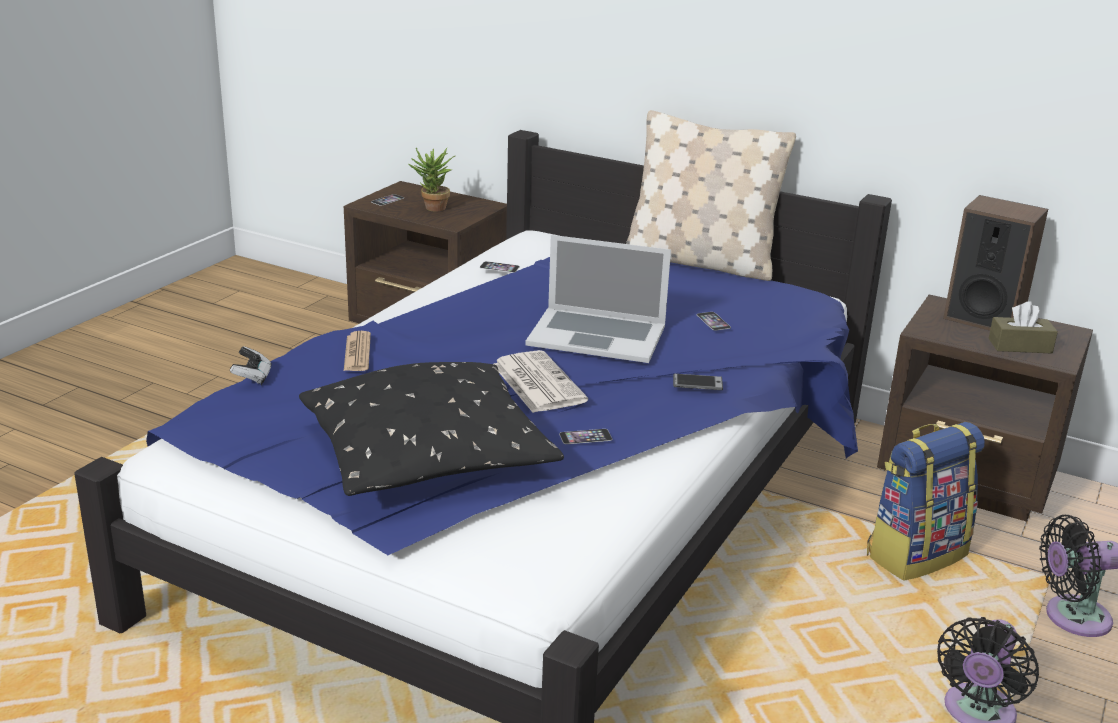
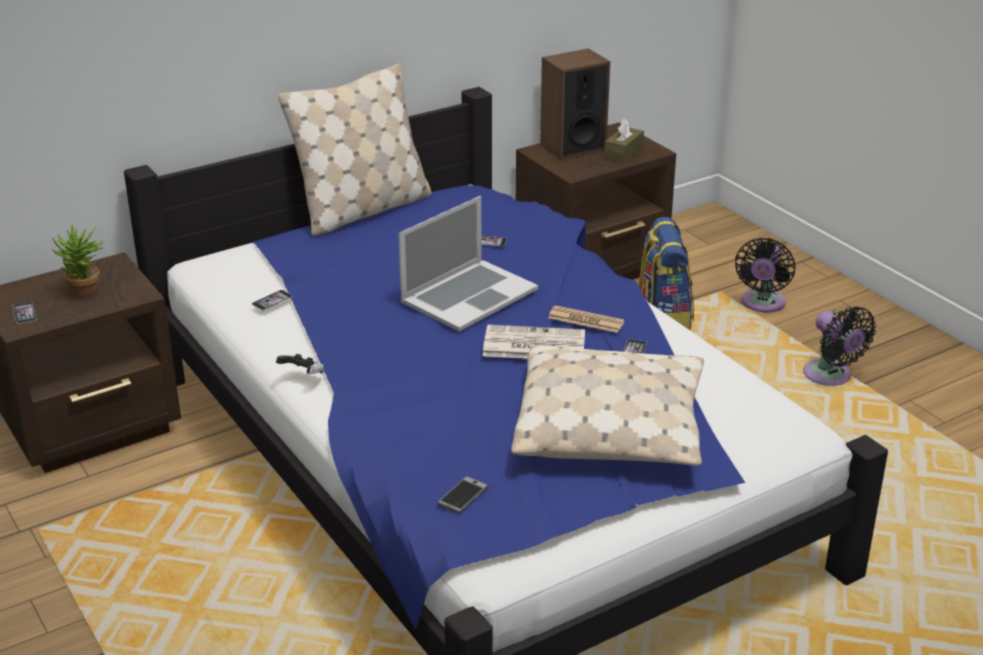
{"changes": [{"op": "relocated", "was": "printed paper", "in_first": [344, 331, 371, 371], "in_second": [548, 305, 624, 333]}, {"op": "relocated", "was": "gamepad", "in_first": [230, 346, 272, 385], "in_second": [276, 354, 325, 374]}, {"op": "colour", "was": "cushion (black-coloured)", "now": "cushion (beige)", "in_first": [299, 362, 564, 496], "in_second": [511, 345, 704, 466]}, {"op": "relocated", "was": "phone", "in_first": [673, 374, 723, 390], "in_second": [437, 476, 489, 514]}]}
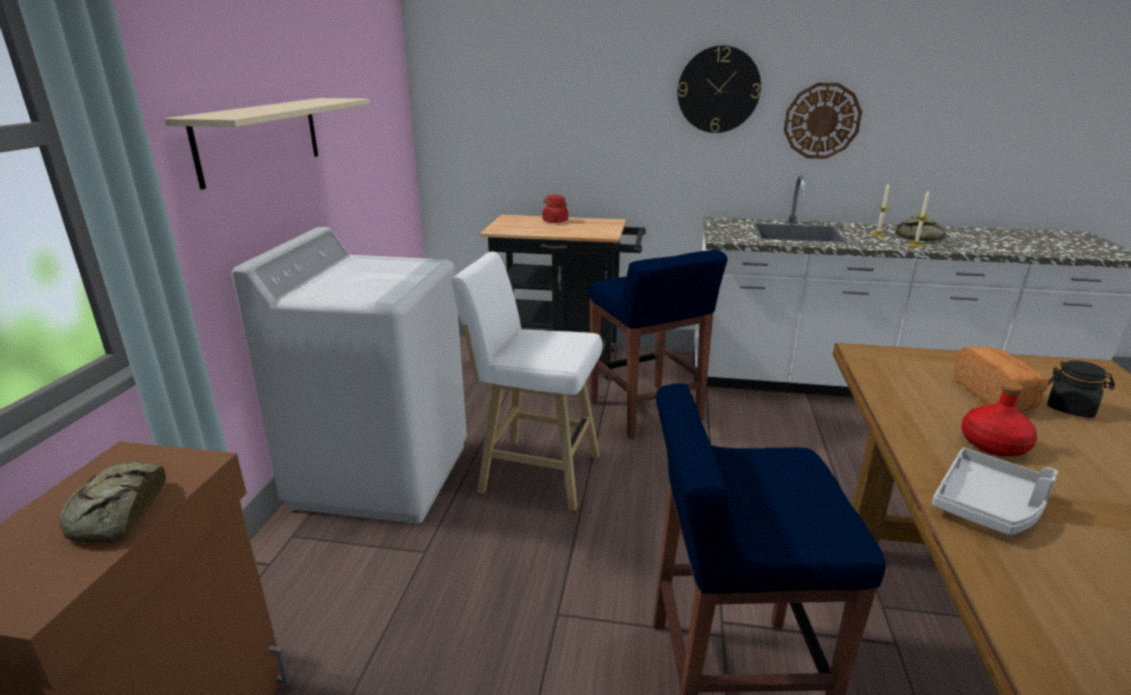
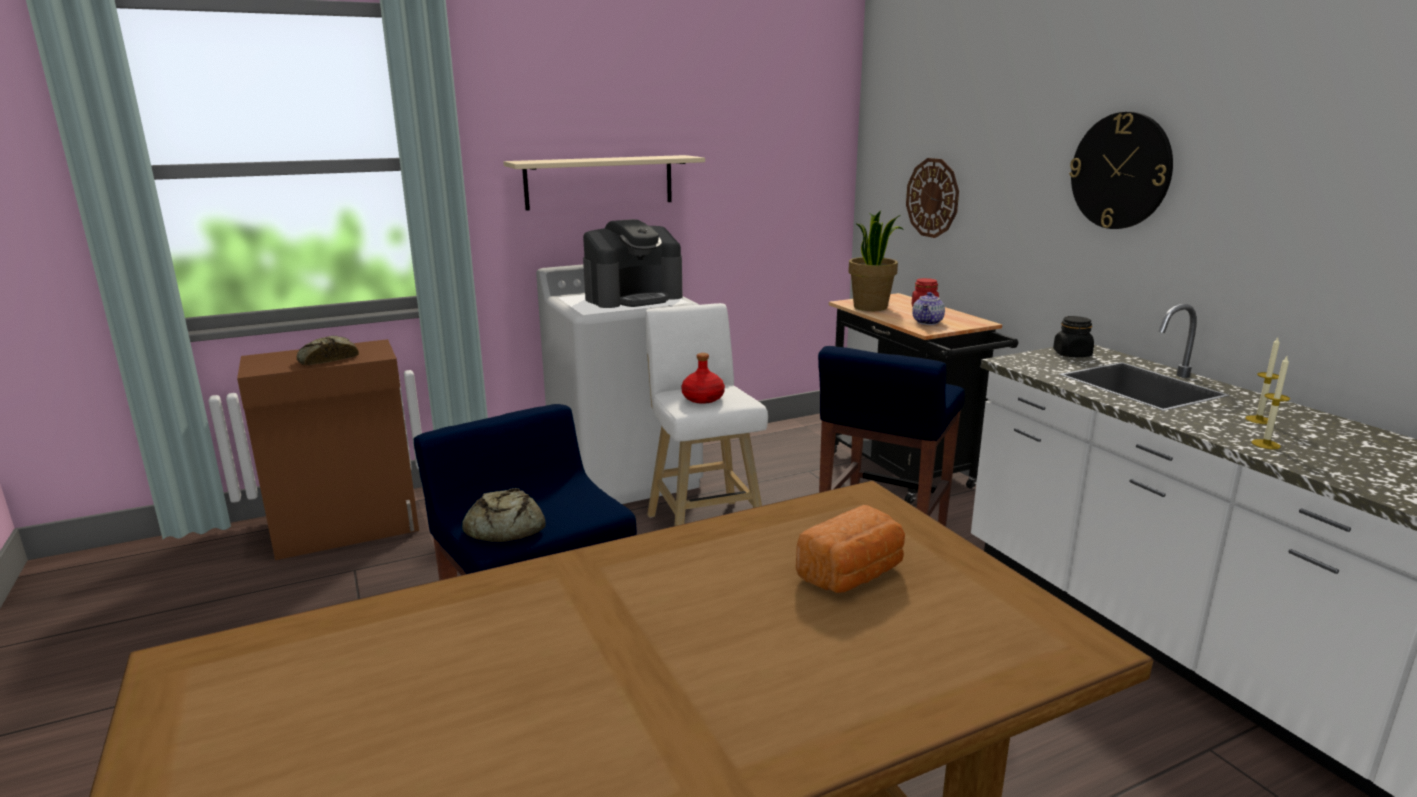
{"changes": [{"op": "relocated", "was": "hanging clock", "in_first": [784, 83, 862, 159], "in_second": [906, 158, 959, 238]}, {"op": "relocated", "was": "bread", "in_first": [896, 216, 946, 241], "in_second": [462, 488, 546, 542]}, {"op": "relocated", "was": "storage jar (black-coloured)", "in_first": [1047, 361, 1115, 418], "in_second": [1053, 316, 1094, 357]}, {"op": "relocated", "was": "bottle (reddish)", "in_first": [961, 381, 1037, 457], "in_second": [681, 353, 725, 404]}, {"op": "missing", "was": "carrying tray (greyish)", "in_first": [932, 448, 1058, 535]}, {"op": "appeared", "now": "potted plant", "in_second": [849, 210, 904, 311]}, {"op": "appeared", "now": "coffee brewer", "in_second": [583, 219, 682, 308]}, {"op": "appeared", "now": "tea pot", "in_second": [912, 292, 945, 325]}]}
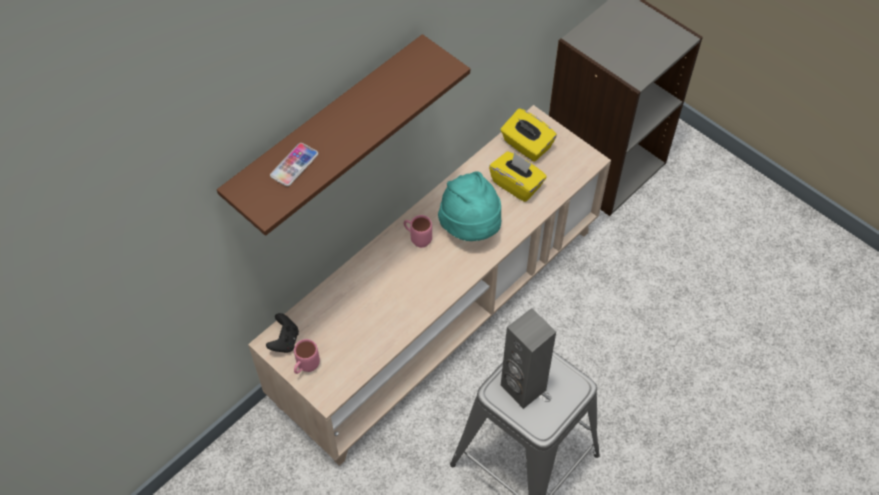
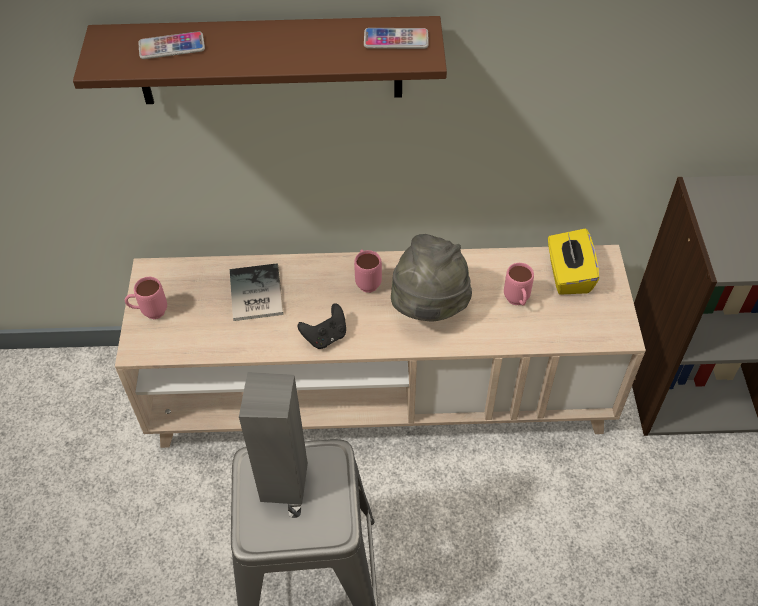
{"changes": [{"op": "exchanged", "was": "box of tissues (yellow)", "now": "tea mug (pink)", "in_first": [489, 152, 547, 202], "in_second": [504, 263, 534, 305]}, {"op": "colour", "was": "clothing hat (blue-green)", "now": "clothing hat (greyish)", "in_first": [438, 171, 501, 241], "in_second": [391, 234, 472, 322]}, {"op": "relocated", "was": "gamepad (black-coloured)", "in_first": [266, 313, 299, 353], "in_second": [297, 303, 346, 349]}, {"op": "appeared", "now": "phone", "in_second": [364, 28, 428, 49]}, {"op": "appeared", "now": "volume", "in_second": [230, 263, 284, 321]}]}
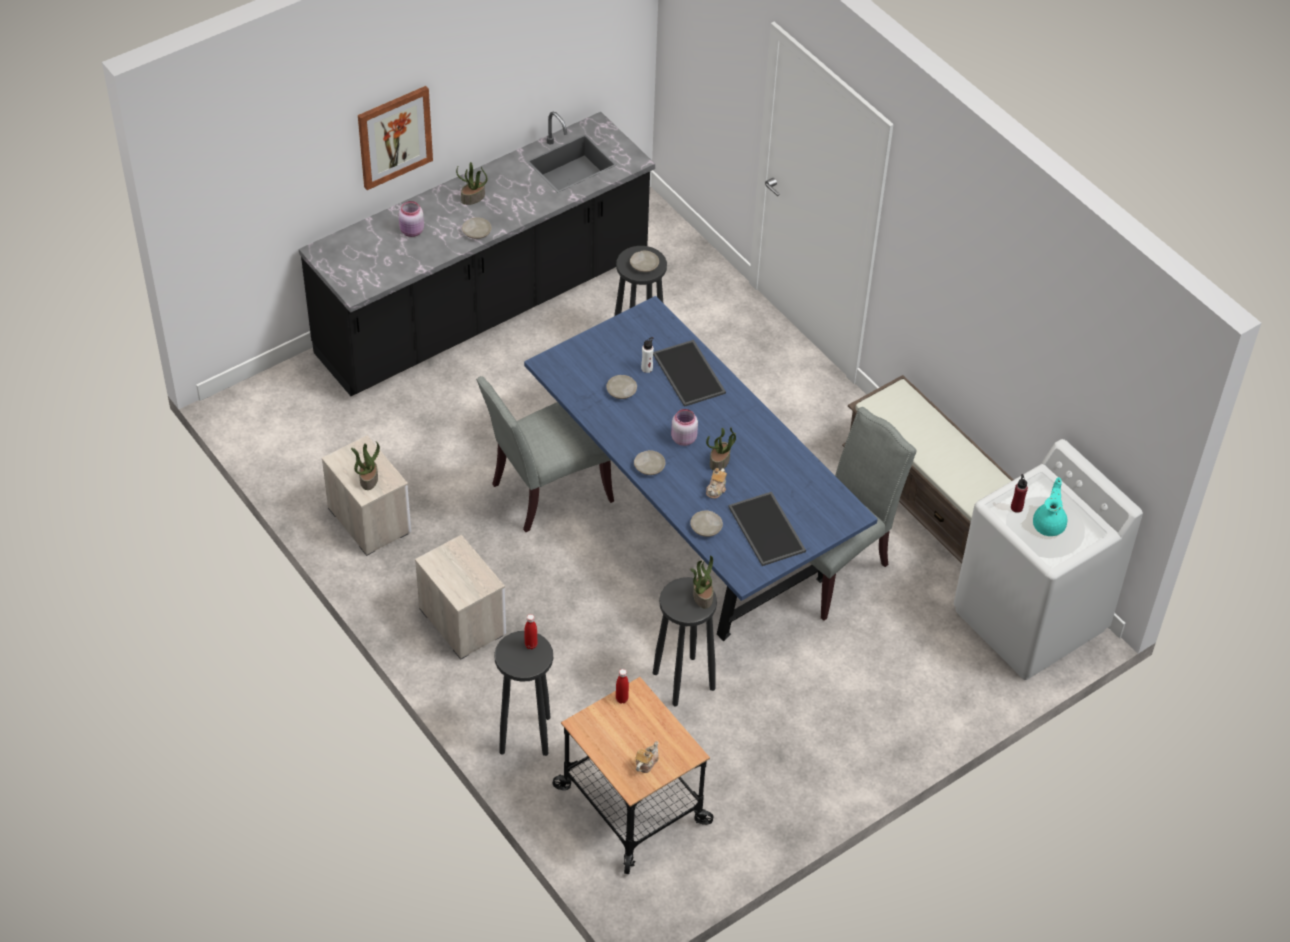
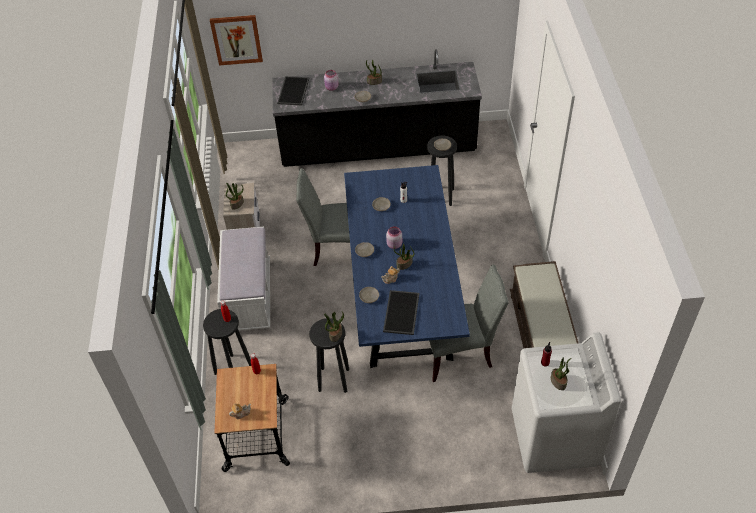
{"changes": [{"op": "relocated", "was": "picture", "in_first": [358, 86, 433, 190], "in_second": [210, 15, 263, 65]}, {"op": "relocated", "was": "carrying tray", "in_first": [653, 340, 726, 407], "in_second": [277, 76, 309, 105]}, {"op": "exchanged", "was": "tea pot (blue-green)", "now": "potted plant", "in_first": [1033, 477, 1067, 536], "in_second": [551, 357, 572, 390]}, {"op": "exchanged", "was": "nightstand", "now": "bench (whitish)", "in_first": [415, 535, 506, 660], "in_second": [217, 227, 270, 331]}]}
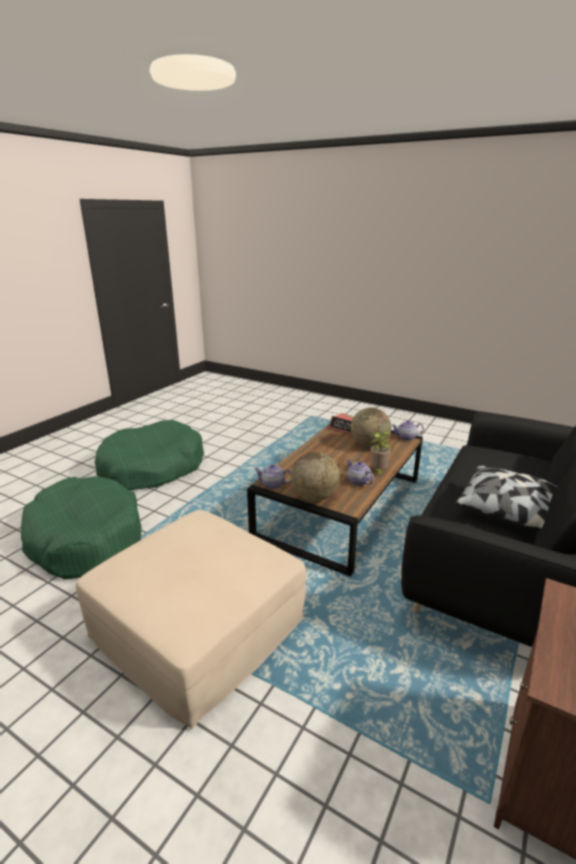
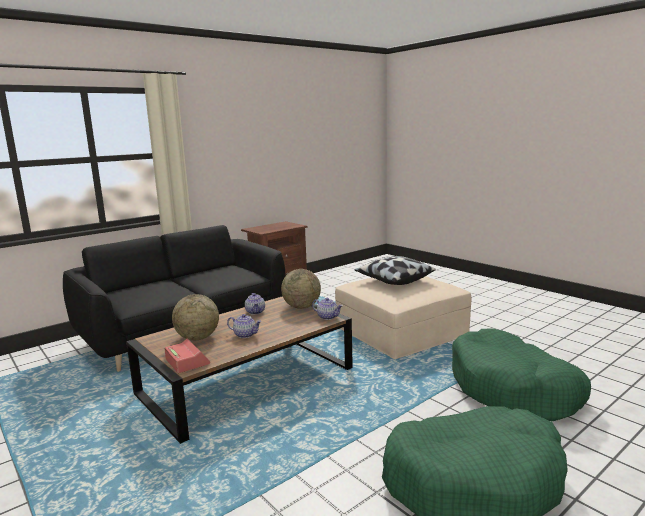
{"changes": [{"op": "relocated", "was": "tea pot", "in_first": [392, 420, 424, 441], "in_second": [227, 314, 262, 338]}, {"op": "missing", "was": "potted plant", "in_first": [371, 431, 391, 476]}, {"op": "relocated", "was": "cushion", "in_first": [456, 466, 557, 531], "in_second": [354, 256, 436, 285]}]}
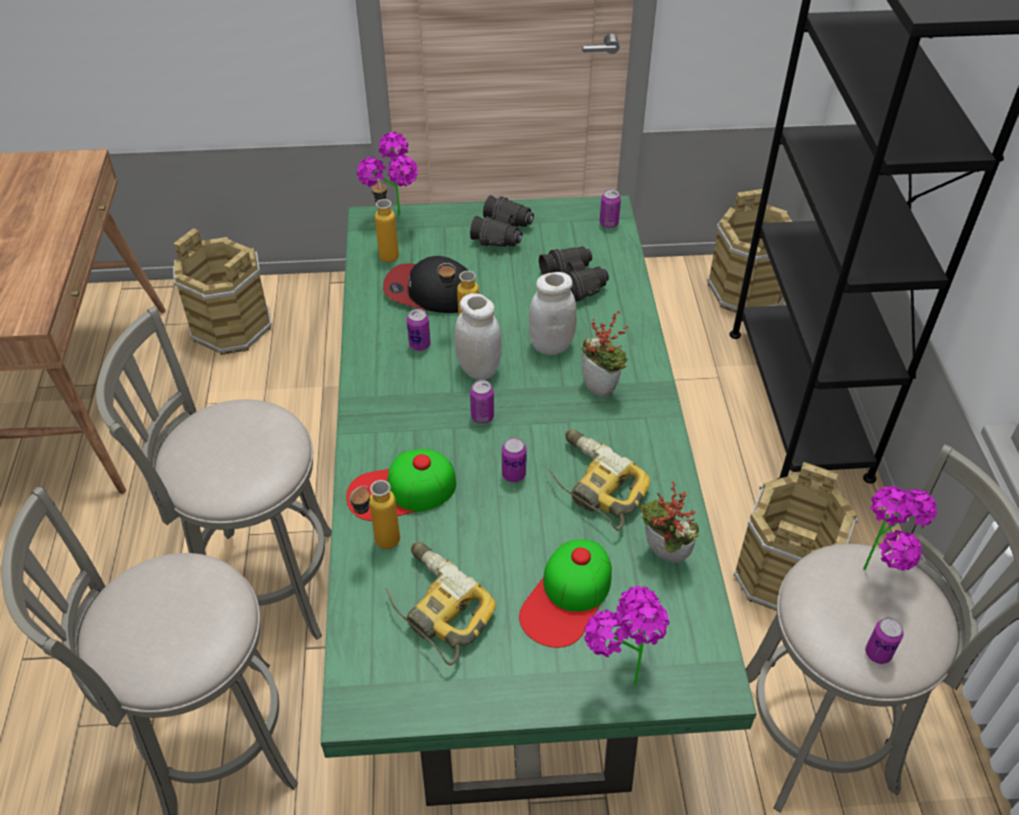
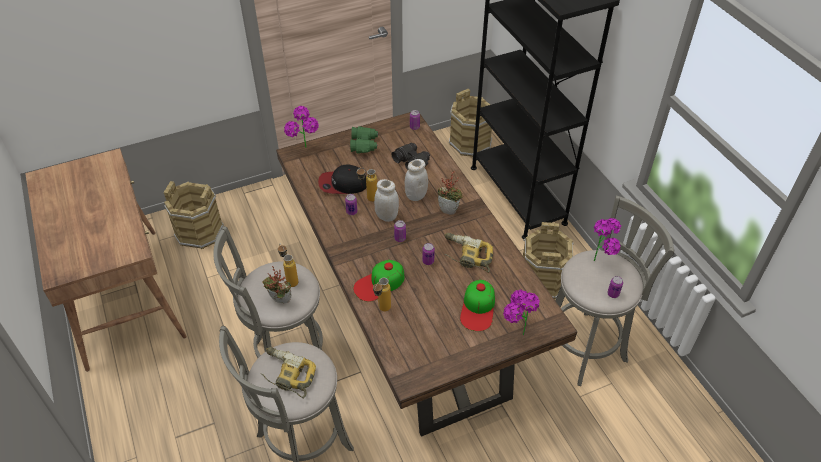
{"changes": [{"op": "relocated", "was": "bottle", "in_first": [372, 179, 399, 262], "in_second": [278, 244, 298, 287]}, {"op": "colour", "was": "kitchen table (green)", "now": "kitchen table (brown-coloured)", "in_first": [320, 195, 756, 806], "in_second": [276, 112, 578, 437]}, {"op": "colour", "was": "pair of binoculars (black-coloured)", "now": "pair of binoculars (green)", "in_first": [470, 195, 534, 247], "in_second": [350, 126, 378, 154]}, {"op": "relocated", "was": "potted plant", "in_first": [640, 481, 699, 563], "in_second": [262, 266, 291, 303]}, {"op": "relocated", "was": "drill", "in_first": [385, 542, 496, 666], "in_second": [260, 347, 316, 398]}]}
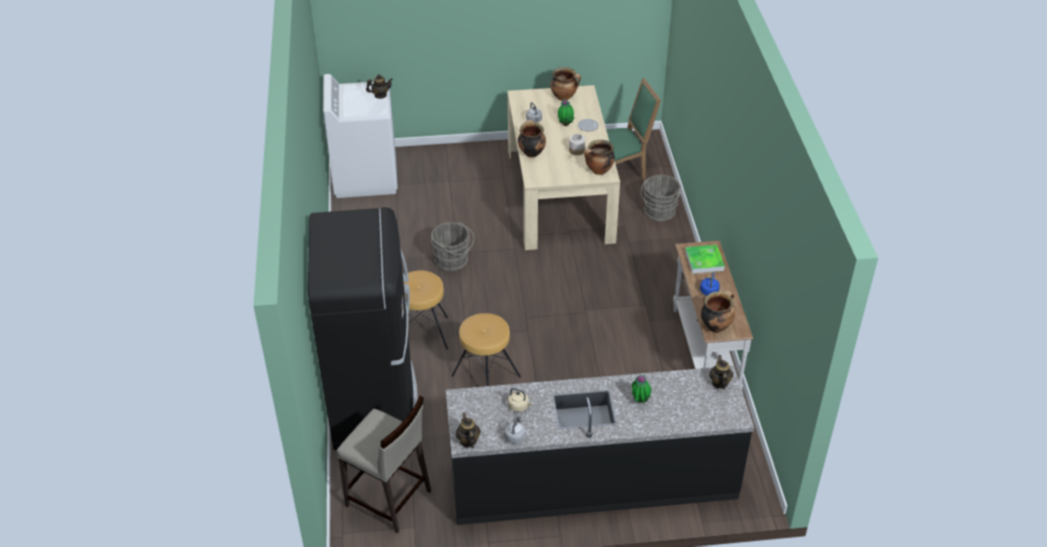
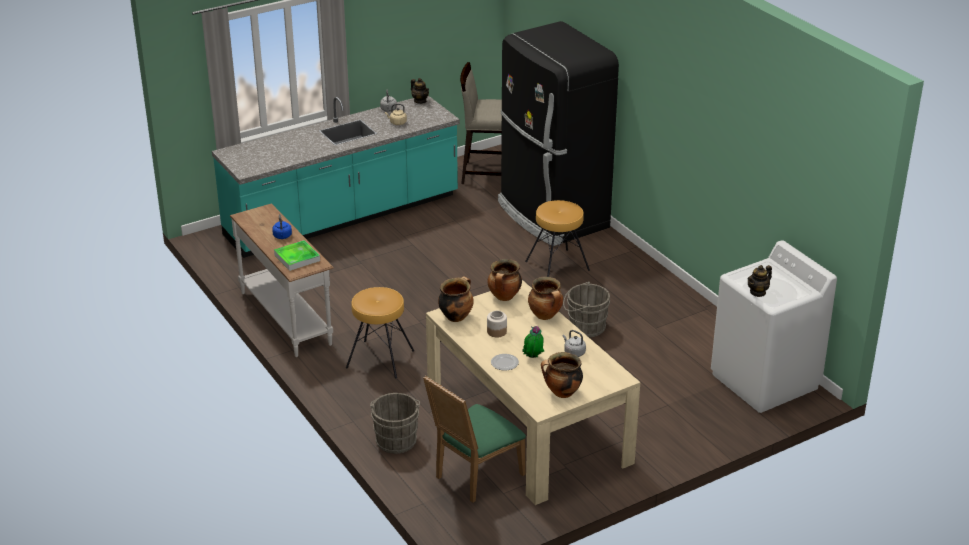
{"changes": [{"op": "relocated", "was": "cooking pot", "in_first": [701, 290, 735, 332], "in_second": [488, 259, 522, 301]}, {"op": "relocated", "was": "sitting stool (brown-coloured)", "in_first": [452, 313, 521, 386], "in_second": [346, 287, 414, 378]}, {"op": "missing", "was": "tea pot", "in_first": [709, 355, 733, 389]}, {"op": "colour", "was": "kitchen base unit (black-coloured)", "now": "kitchen base unit (blue-green)", "in_first": [446, 366, 754, 525], "in_second": [212, 96, 460, 258]}, {"op": "missing", "was": "potted plant", "in_first": [632, 374, 652, 403]}]}
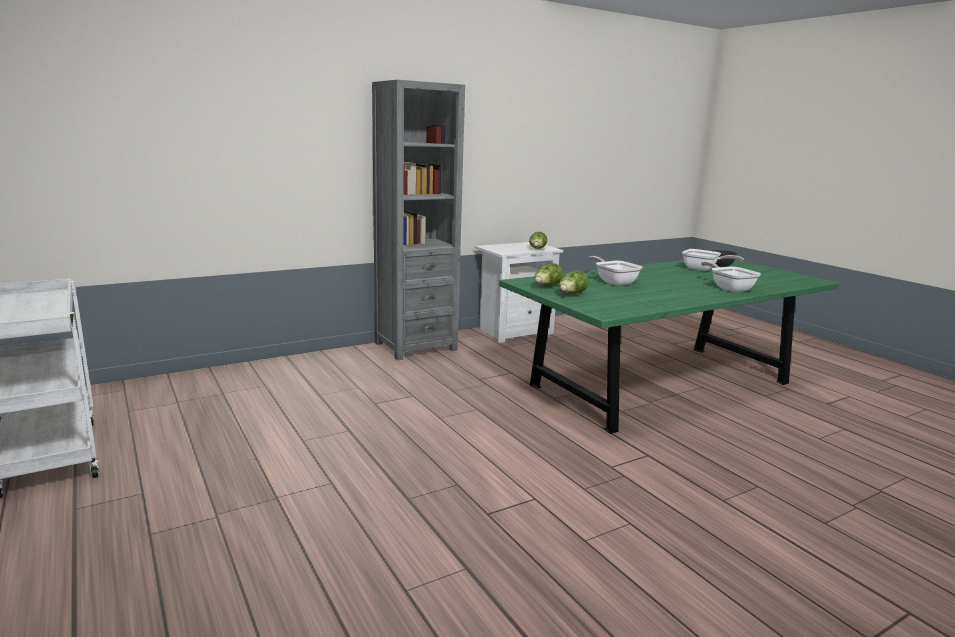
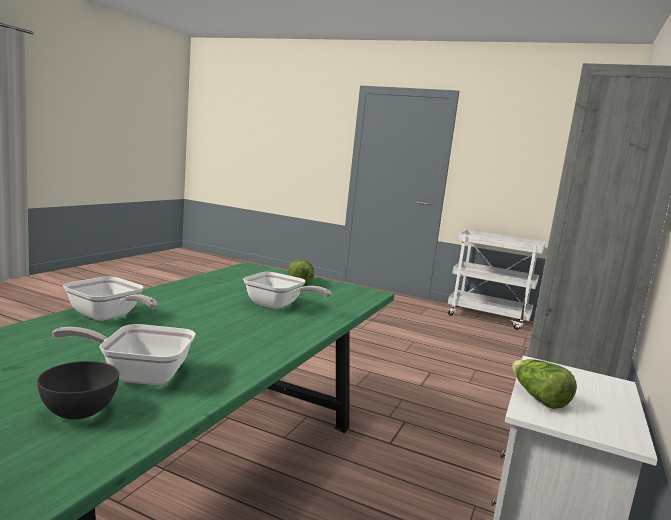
{"changes": [{"op": "missing", "was": "head of lettuce", "in_first": [535, 263, 563, 286]}]}
